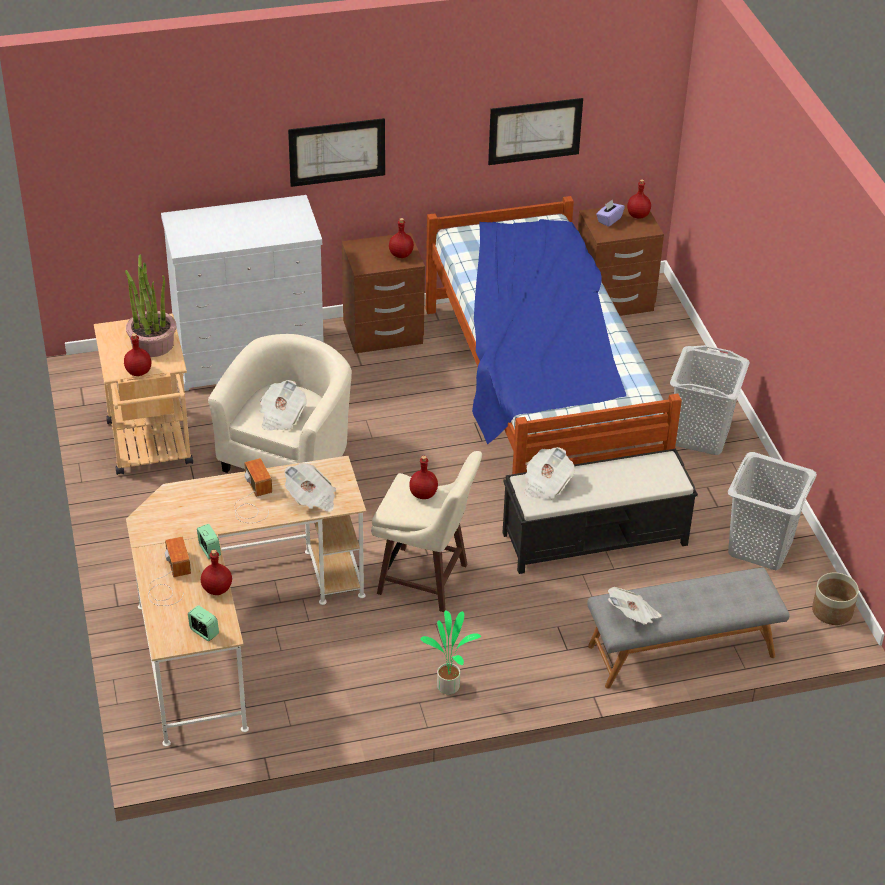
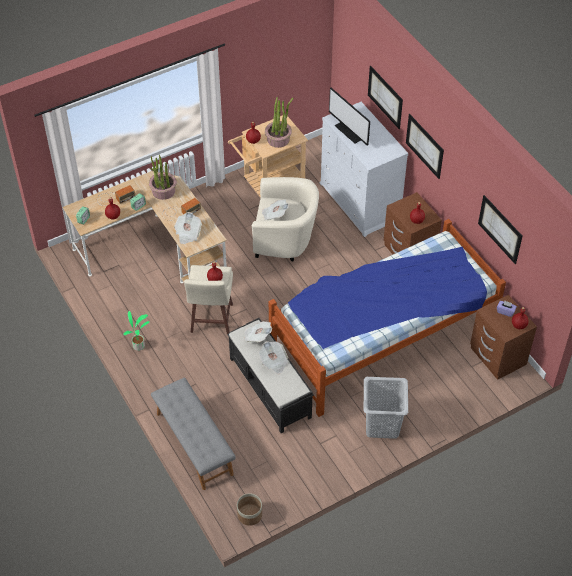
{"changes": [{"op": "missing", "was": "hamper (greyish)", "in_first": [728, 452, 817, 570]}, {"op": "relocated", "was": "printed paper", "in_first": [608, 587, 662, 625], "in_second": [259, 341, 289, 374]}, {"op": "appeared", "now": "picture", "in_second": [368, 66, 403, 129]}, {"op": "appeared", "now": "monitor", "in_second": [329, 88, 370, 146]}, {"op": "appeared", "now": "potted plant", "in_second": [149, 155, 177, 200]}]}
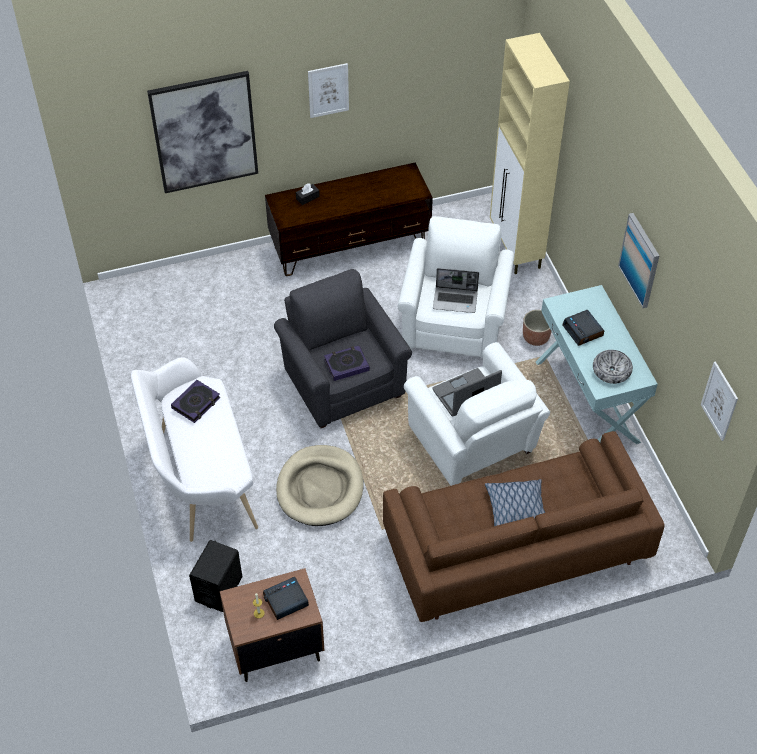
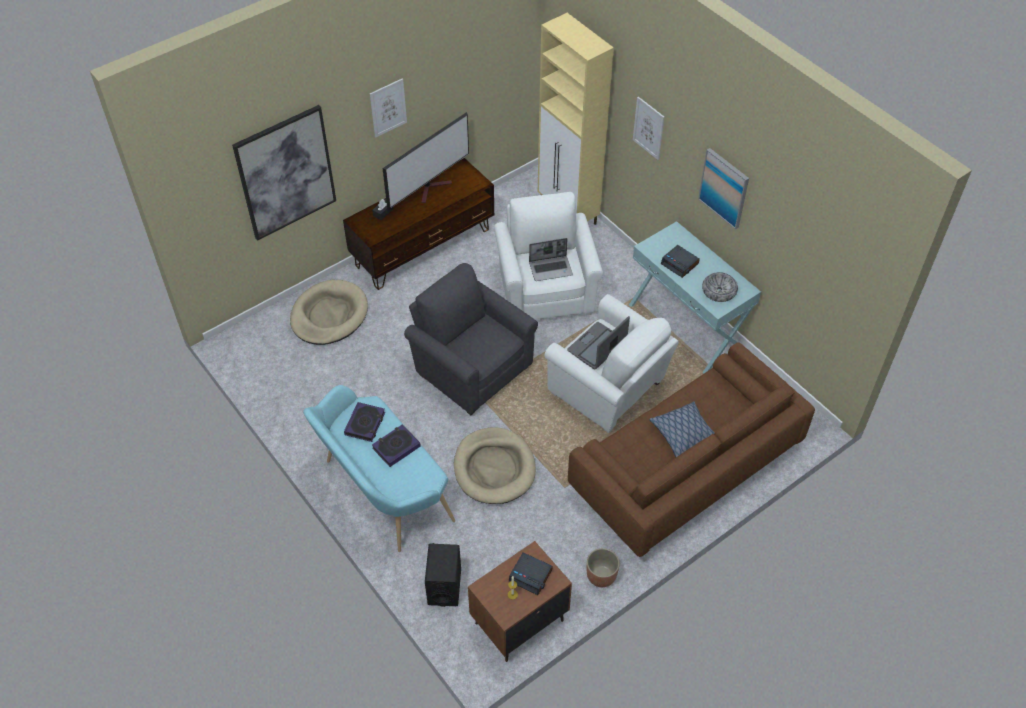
{"changes": [{"op": "relocated", "was": "flower pot", "in_first": [523, 310, 552, 346], "in_second": [587, 548, 619, 587]}, {"op": "relocated", "was": "volume", "in_first": [324, 345, 370, 381], "in_second": [372, 424, 421, 467]}, {"op": "colour", "was": "bench (whitish)", "now": "bench (blue-green)", "in_first": [131, 357, 258, 542], "in_second": [303, 385, 455, 552]}, {"op": "relocated", "was": "picture", "in_first": [701, 361, 738, 441], "in_second": [633, 97, 664, 160]}, {"op": "spun", "was": "alarm clock", "in_first": [263, 577, 309, 620], "in_second": [509, 552, 553, 595], "clockwise": -105}, {"op": "appeared", "now": "television", "in_second": [383, 112, 469, 208]}, {"op": "appeared", "now": "dog cushion (beige)", "in_second": [290, 280, 368, 345]}]}
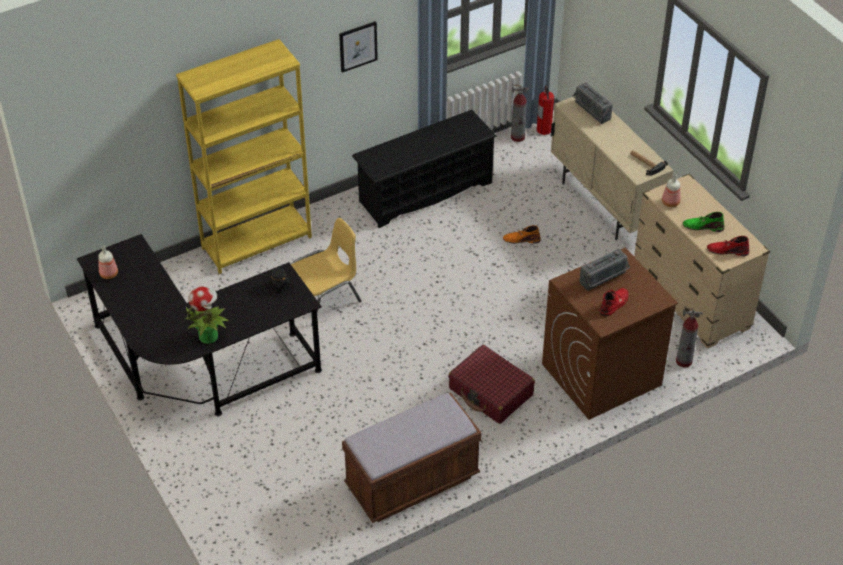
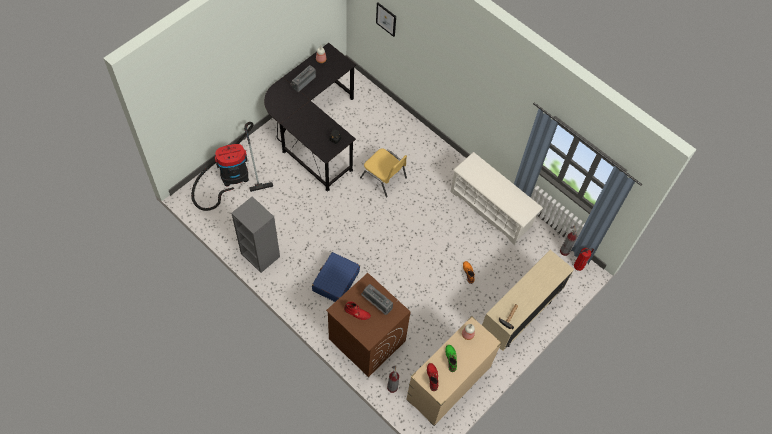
{"changes": [{"op": "relocated", "was": "picture", "in_first": [339, 21, 378, 73], "in_second": [376, 2, 396, 37]}, {"op": "missing", "was": "shelving unit (yellow)", "in_first": [176, 39, 312, 274]}, {"op": "relocated", "was": "radio", "in_first": [573, 83, 613, 124], "in_second": [290, 65, 316, 92]}, {"op": "colour", "was": "shoe stand (black-coloured)", "now": "shoe stand (whitish)", "in_first": [352, 110, 497, 228], "in_second": [450, 152, 543, 245]}, {"op": "missing", "was": "potted plant", "in_first": [186, 286, 229, 344]}, {"op": "colour", "was": "travel case (reddish)", "now": "travel case (blue)", "in_first": [448, 345, 535, 424], "in_second": [312, 252, 360, 302]}, {"op": "exchanged", "was": "bench (brown-coloured)", "now": "shelving unit (greyish)", "in_first": [342, 393, 482, 523], "in_second": [231, 196, 280, 273]}, {"op": "appeared", "now": "vacuum cleaner", "in_second": [191, 122, 273, 211]}]}
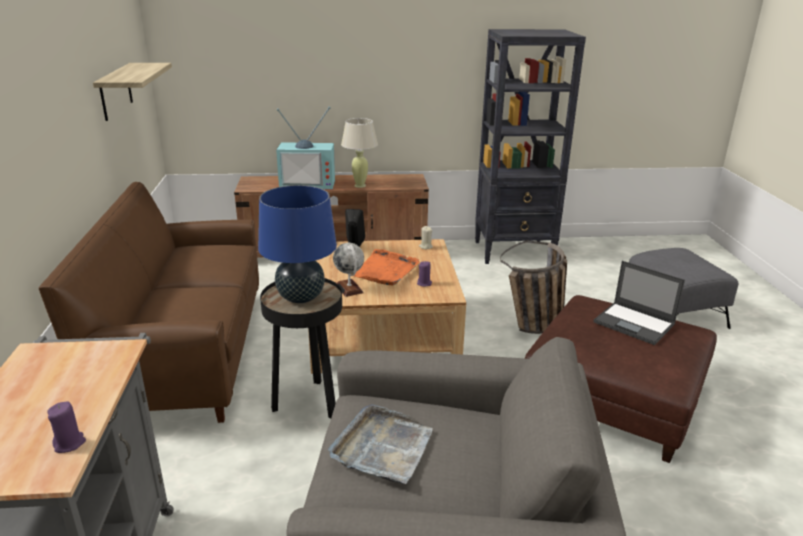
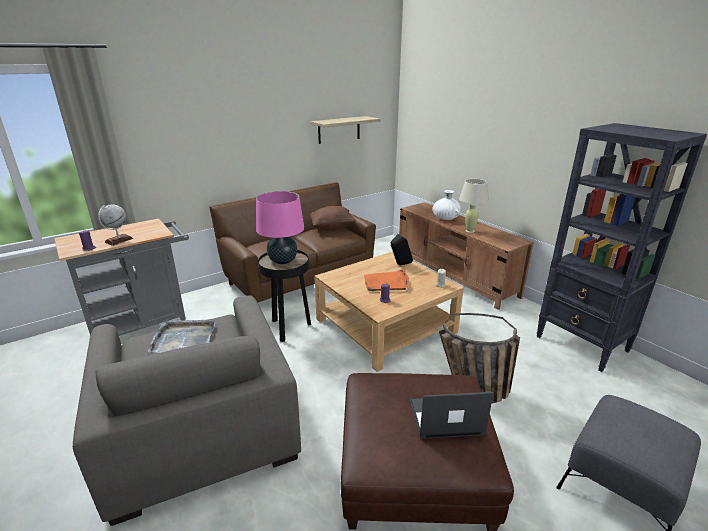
{"changes": [{"op": "exchanged", "was": "television", "now": "vase (whitish)", "in_first": [276, 106, 335, 189], "in_second": [433, 190, 461, 220]}, {"op": "colour", "was": "tabletop lamp (blue)", "now": "tabletop lamp (pink)", "in_first": [258, 185, 337, 303], "in_second": [256, 191, 304, 264]}, {"op": "relocated", "was": "world globe", "in_first": [333, 243, 364, 297], "in_second": [98, 204, 133, 246]}, {"op": "spun", "was": "portable computer", "in_first": [593, 261, 685, 345], "in_second": [410, 392, 493, 439], "clockwise": 75}, {"op": "appeared", "now": "cushion (brown-coloured)", "in_second": [310, 206, 356, 230]}]}
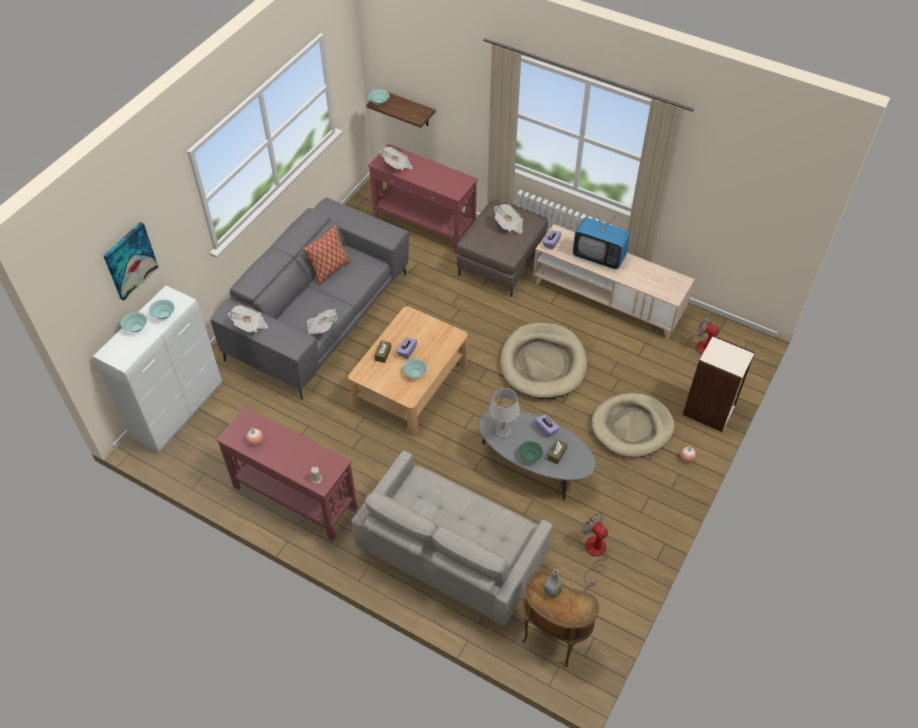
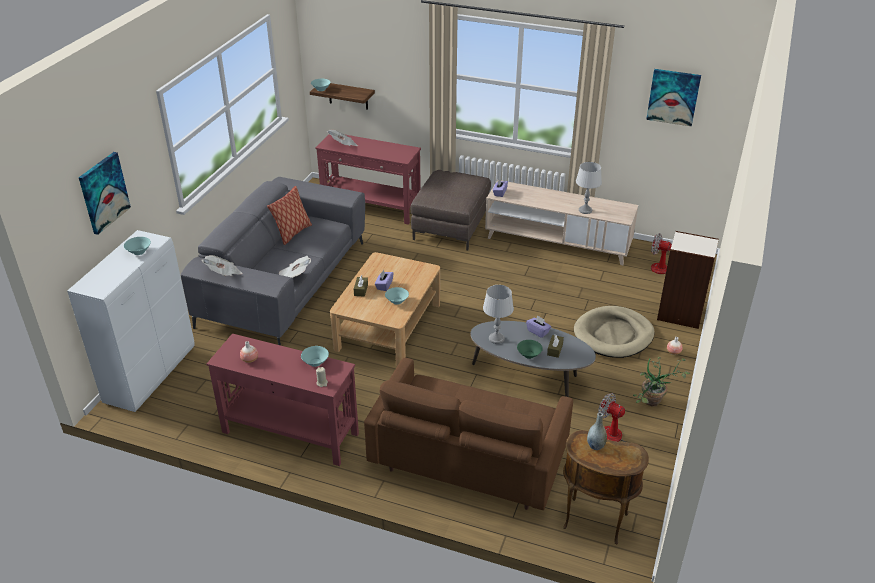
{"changes": [{"op": "missing", "was": "printed paper", "in_first": [494, 204, 524, 233]}, {"op": "missing", "was": "television", "in_first": [572, 209, 630, 270]}, {"op": "relocated", "was": "bowl (blue-green)", "in_first": [121, 312, 147, 332], "in_second": [301, 346, 329, 367]}, {"op": "missing", "was": "dog cushion (beige)", "in_first": [500, 323, 587, 399]}, {"op": "colour", "was": "couch (greyish)", "now": "couch (brown-coloured)", "in_first": [351, 451, 553, 626], "in_second": [364, 358, 573, 510]}, {"op": "appeared", "now": "picture", "in_second": [646, 69, 701, 127]}, {"op": "appeared", "now": "tabletop lamp (greyish)", "in_second": [576, 162, 602, 214]}, {"op": "appeared", "now": "potted plant", "in_second": [633, 357, 690, 407]}]}
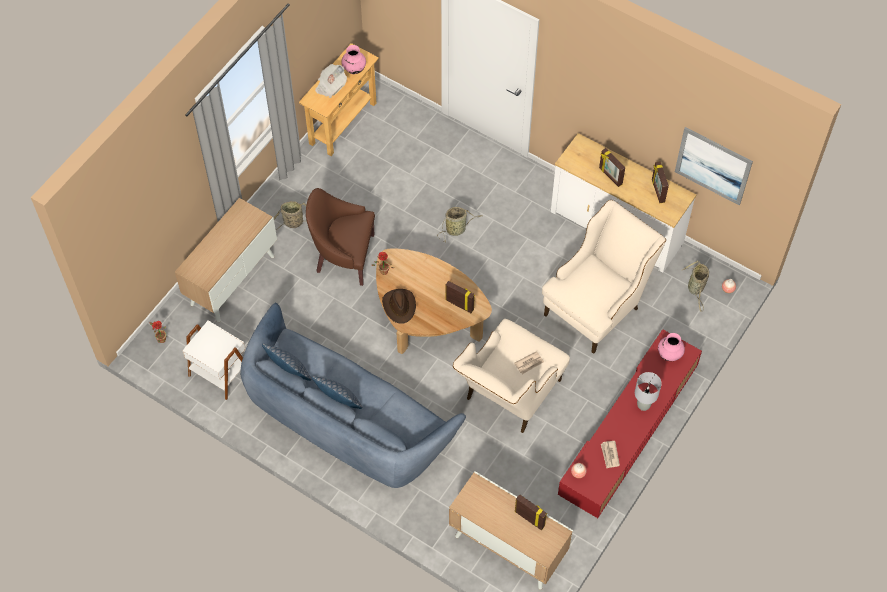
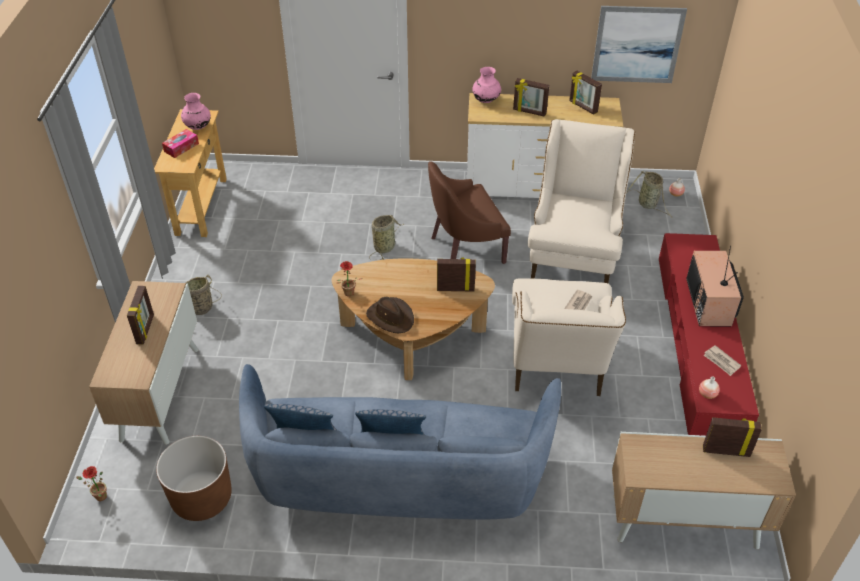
{"changes": [{"op": "exchanged", "was": "printed paper", "now": "box of tissues", "in_first": [315, 64, 347, 98], "in_second": [162, 129, 199, 158]}, {"op": "relocated", "was": "armchair (brown-coloured)", "in_first": [306, 188, 375, 286], "in_second": [428, 161, 511, 264]}, {"op": "exchanged", "was": "accent table (whitish)", "now": "flower pot (brown-coloured)", "in_first": [182, 321, 245, 400], "in_second": [156, 436, 232, 521]}, {"op": "relocated", "was": "vase (pink)", "in_first": [658, 333, 685, 361], "in_second": [472, 67, 501, 103]}, {"op": "exchanged", "was": "tabletop lamp (greyish)", "now": "television", "in_first": [635, 372, 662, 411], "in_second": [686, 246, 744, 326]}, {"op": "appeared", "now": "picture frame", "in_second": [127, 286, 154, 345]}]}
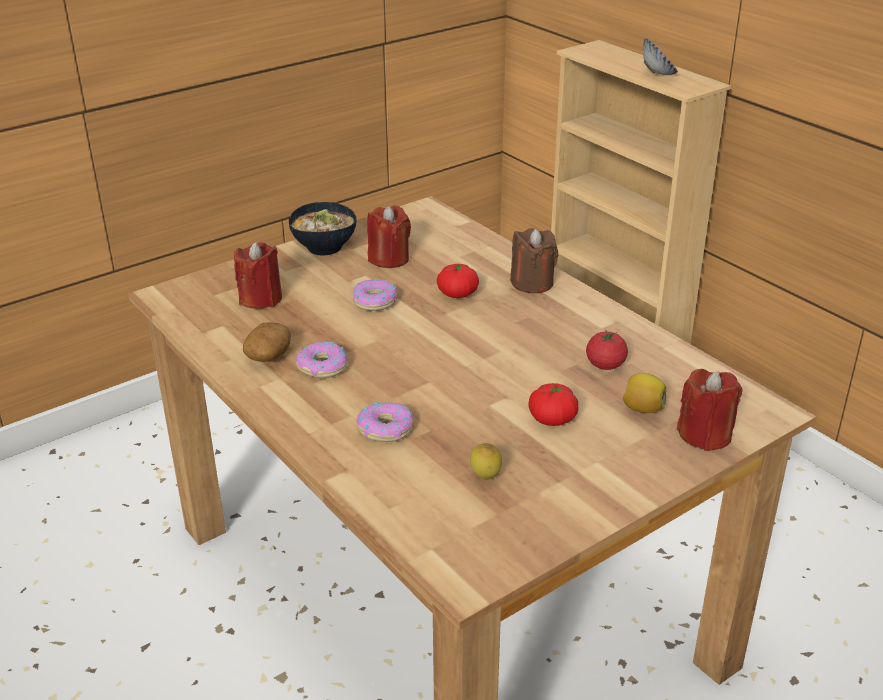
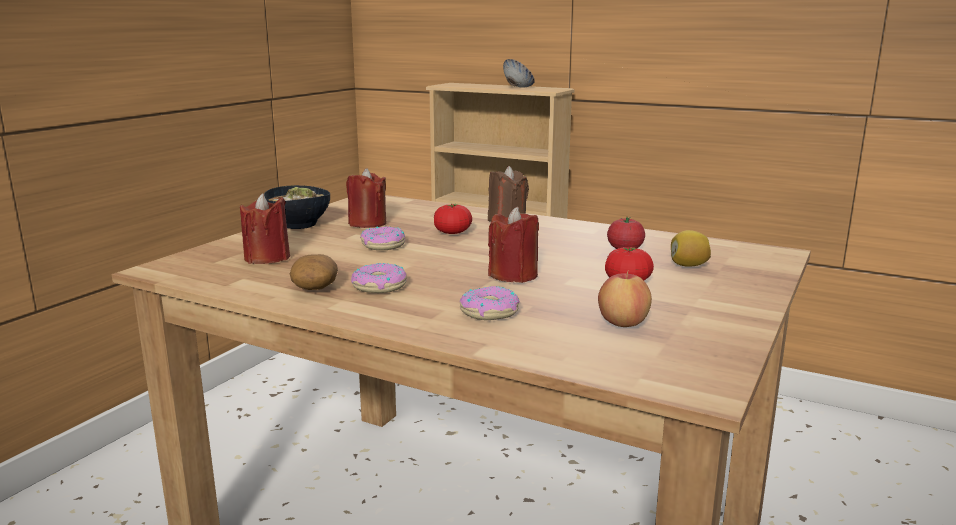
{"changes": [{"op": "relocated", "was": "candle (reddish)", "in_first": [677, 369, 743, 451], "in_second": [488, 207, 539, 283]}, {"op": "exchanged", "was": "citrus fruit", "now": "apple fruit", "in_first": [470, 443, 502, 480], "in_second": [598, 271, 652, 327]}]}
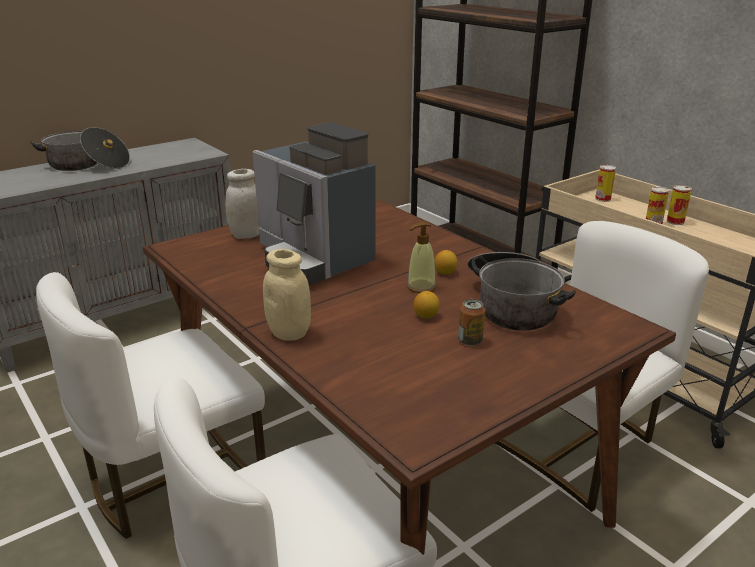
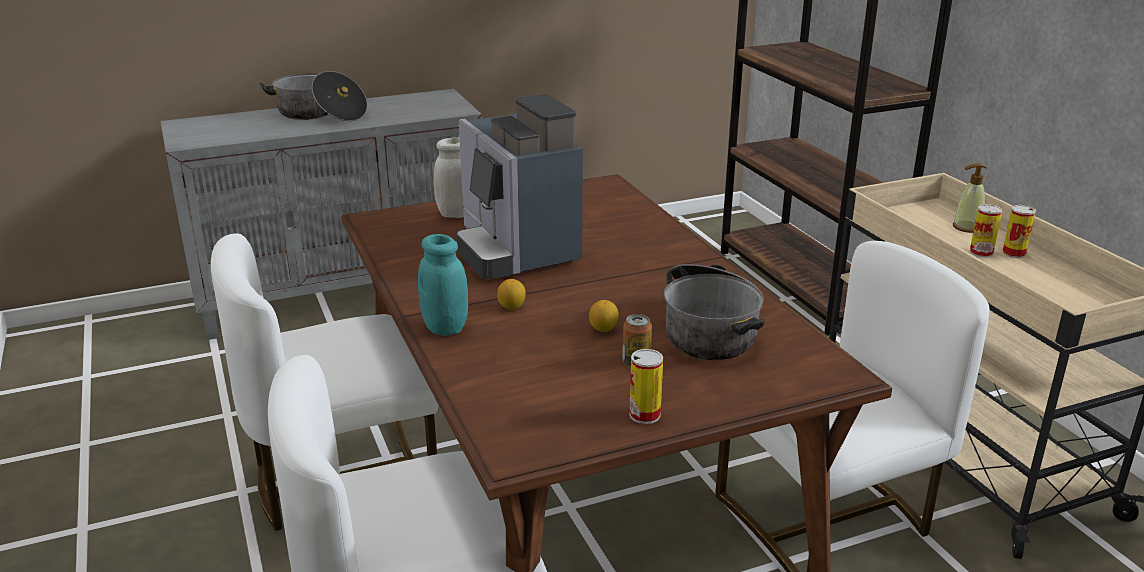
{"changes": [{"op": "relocated", "was": "can", "in_first": [595, 165, 616, 202], "in_second": [629, 349, 663, 424]}, {"op": "relocated", "was": "liquid soap bottle", "in_first": [407, 222, 436, 293], "in_second": [953, 163, 987, 233]}, {"op": "colour", "was": "storage jar (beige)", "now": "storage jar (blue-green)", "in_first": [263, 249, 311, 341], "in_second": [418, 234, 468, 336]}, {"op": "relocated", "was": "citrus fruit", "in_first": [435, 250, 457, 275], "in_second": [497, 279, 526, 310]}]}
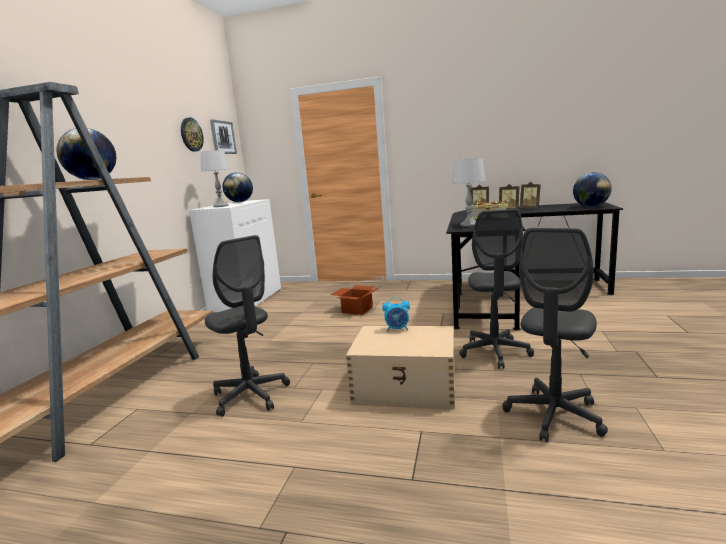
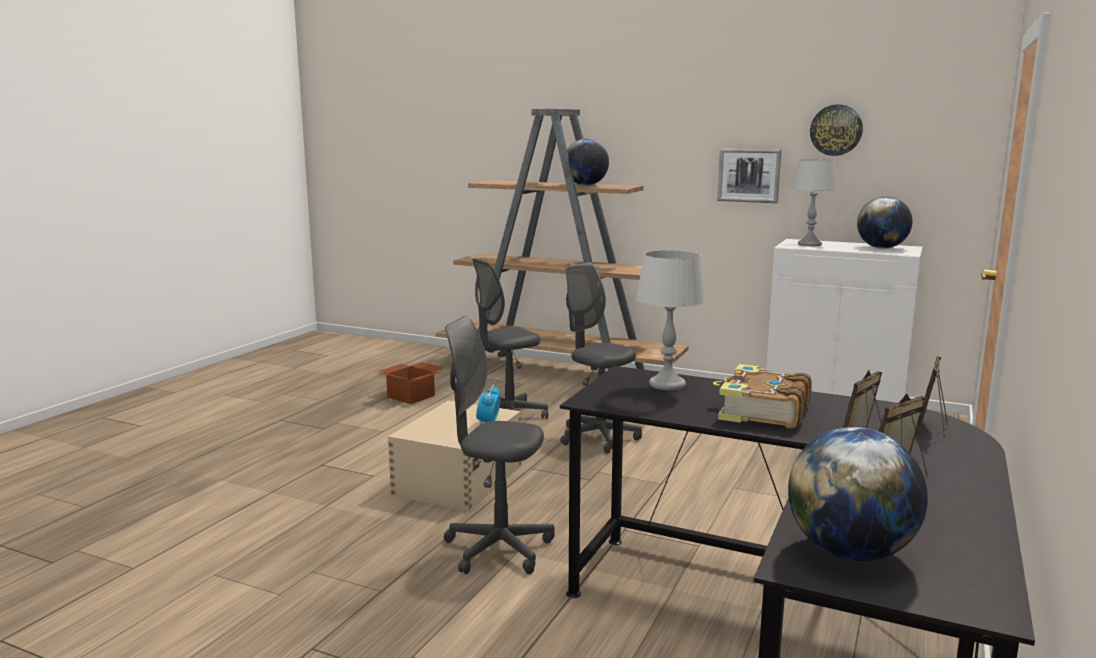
{"changes": [{"op": "relocated", "was": "picture", "in_first": [210, 119, 237, 154], "in_second": [718, 149, 781, 203]}, {"op": "relocated", "was": "computer chair (greyish)", "in_first": [503, 228, 608, 442], "in_second": [560, 262, 642, 454]}, {"op": "relocated", "was": "packing box", "in_first": [331, 285, 380, 315], "in_second": [374, 362, 445, 404]}]}
